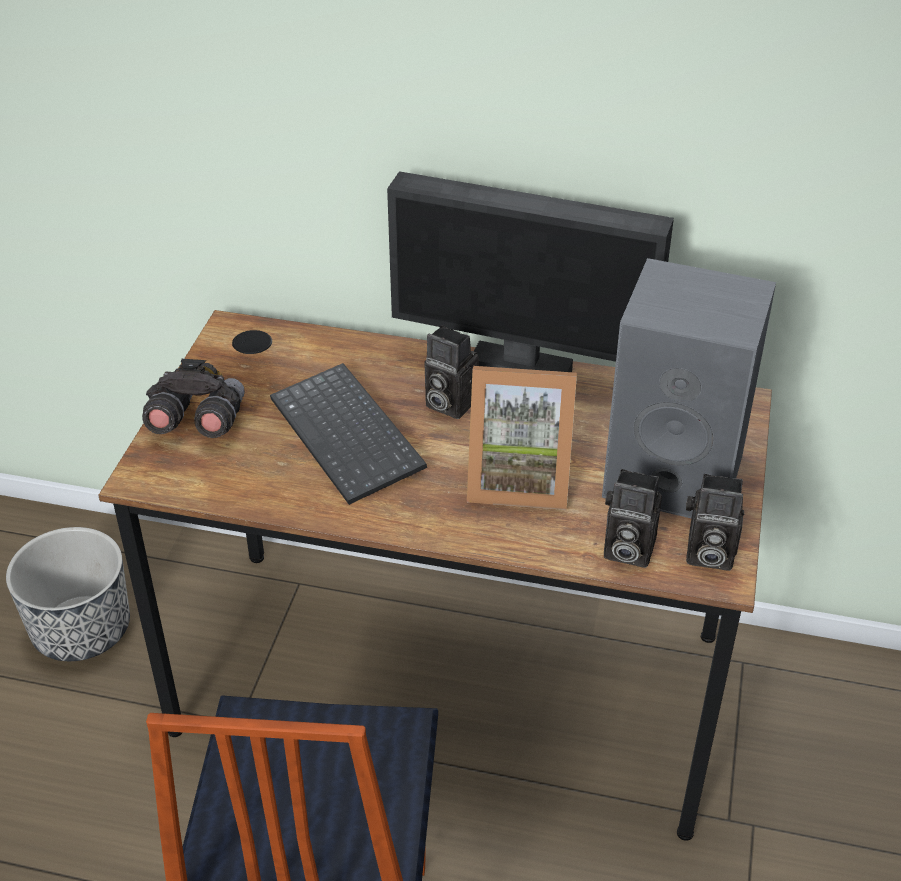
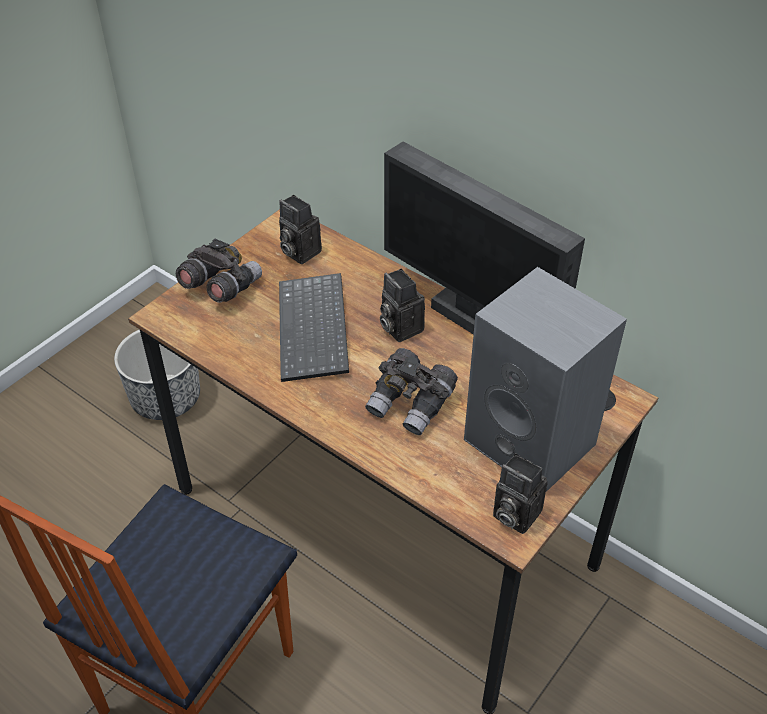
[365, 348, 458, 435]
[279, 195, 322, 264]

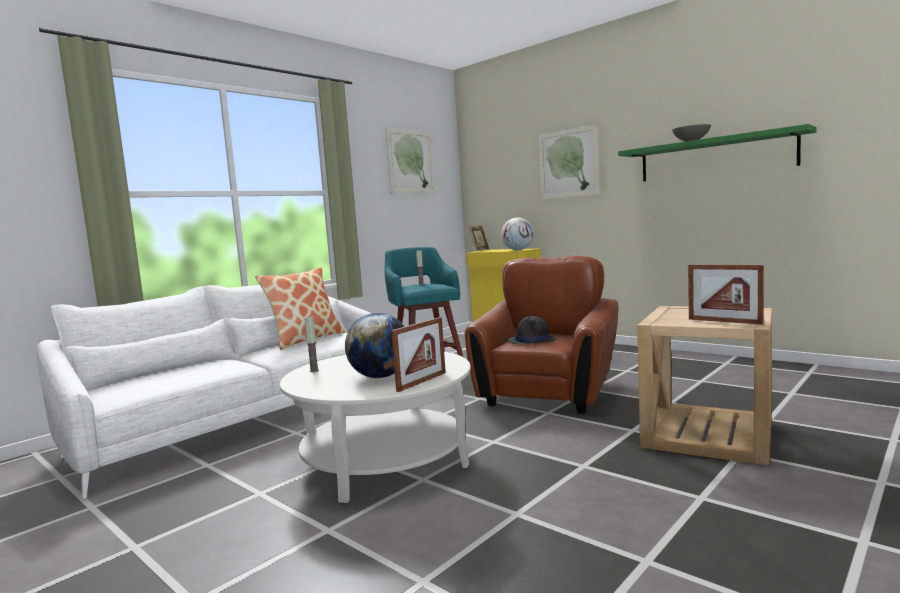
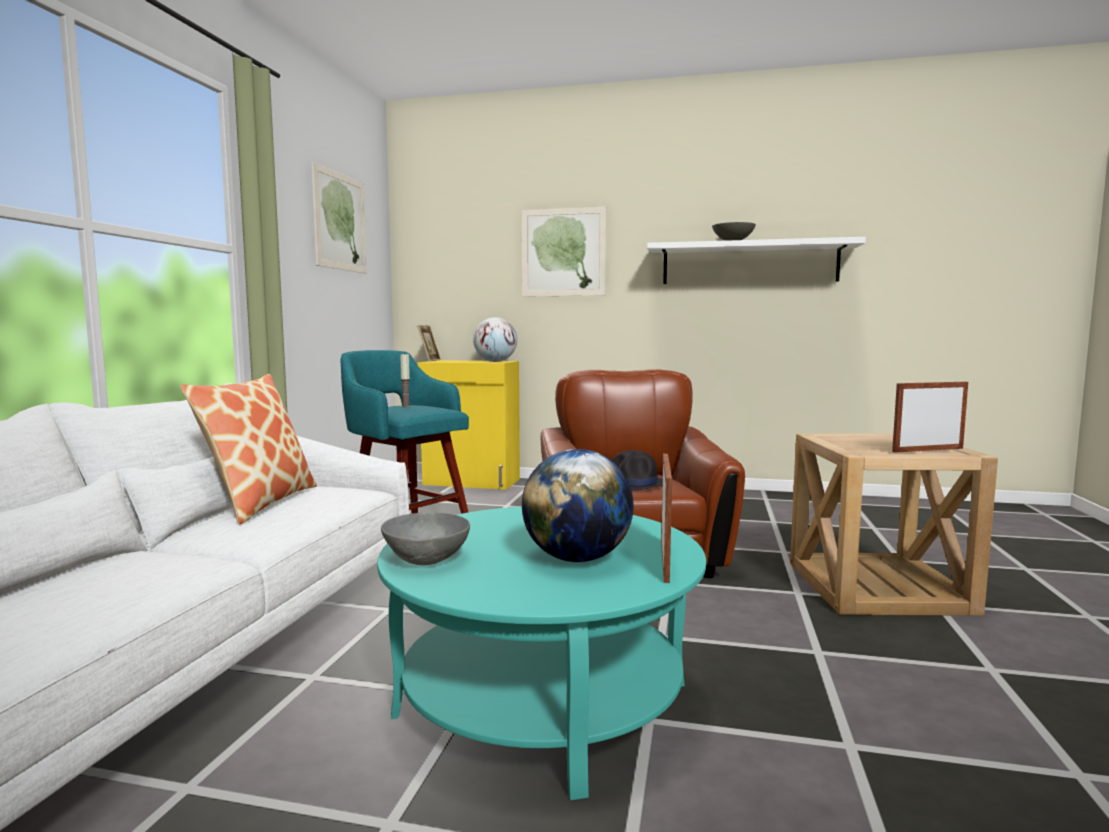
[377, 507, 706, 800]
[381, 512, 470, 565]
[647, 237, 866, 284]
[892, 382, 968, 453]

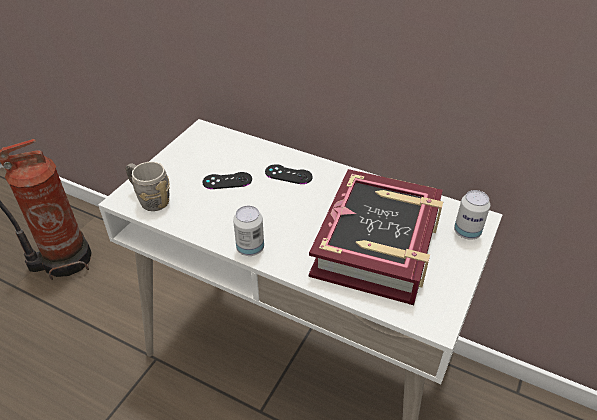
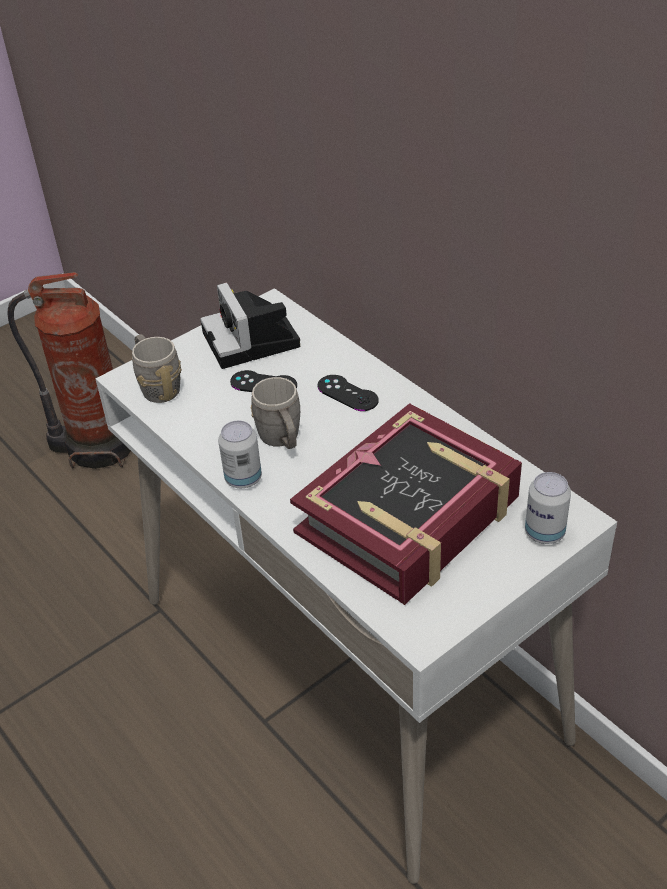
[200, 282, 300, 369]
[250, 377, 300, 449]

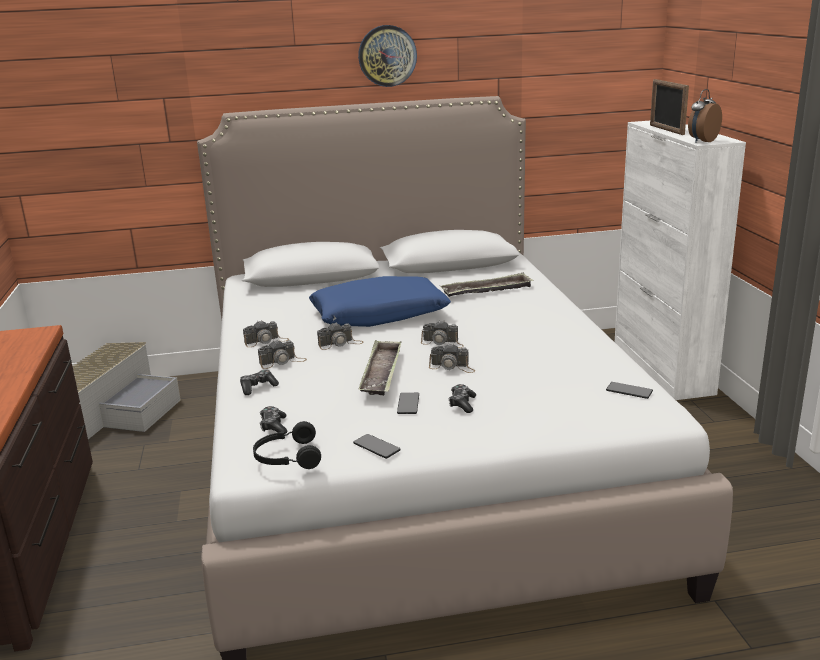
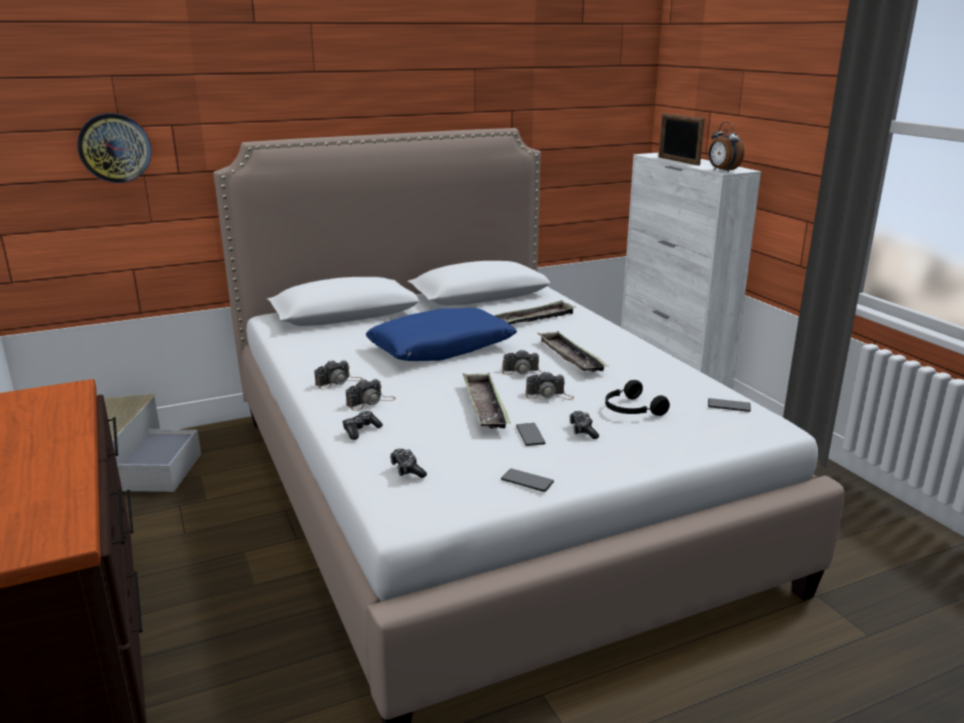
[605, 380, 670, 416]
[317, 323, 364, 350] (first image)
[77, 113, 152, 183]
[708, 122, 744, 172]
[537, 331, 608, 372]

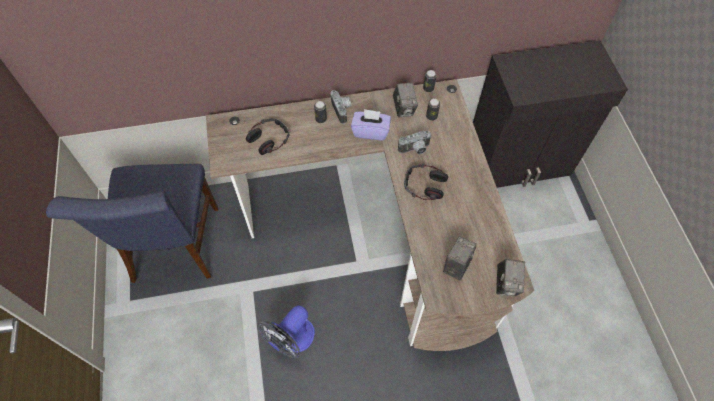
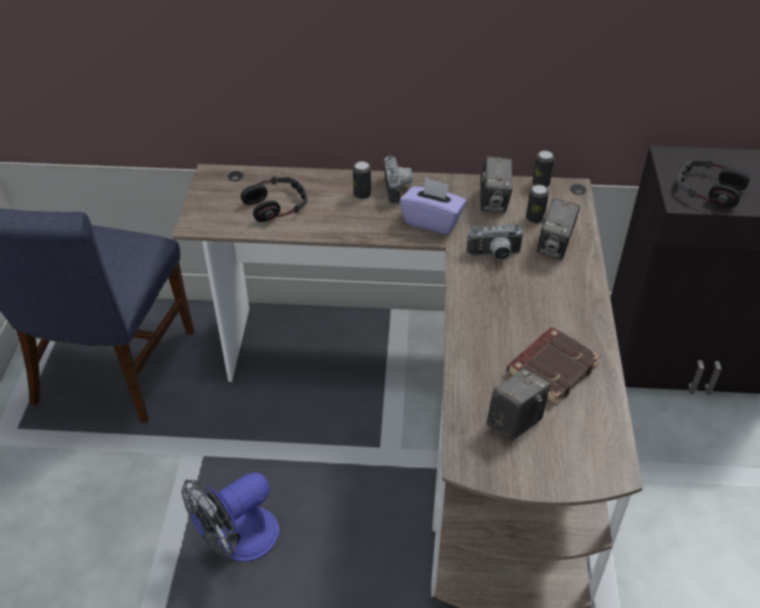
[677, 159, 750, 208]
[537, 198, 580, 259]
[507, 327, 600, 405]

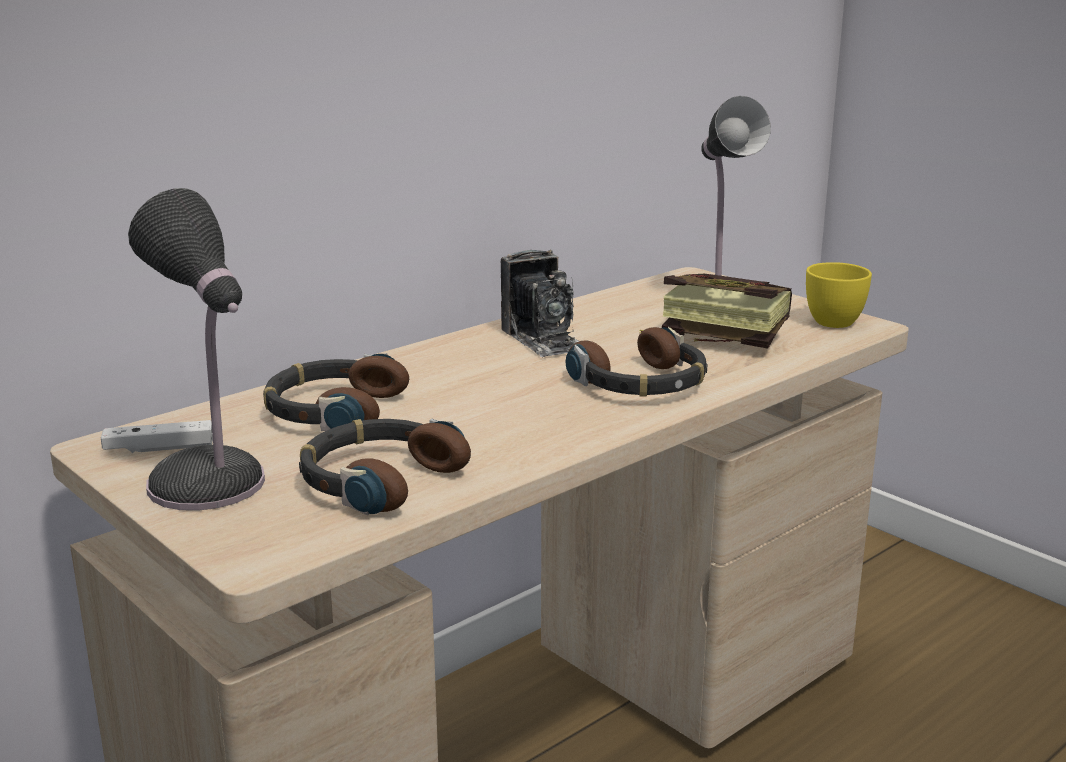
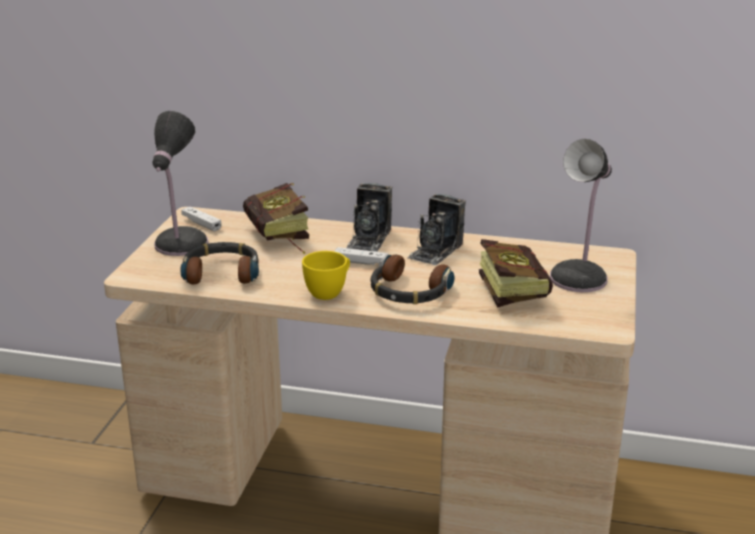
[243, 183, 309, 254]
[302, 251, 350, 300]
[334, 247, 389, 265]
[346, 183, 392, 252]

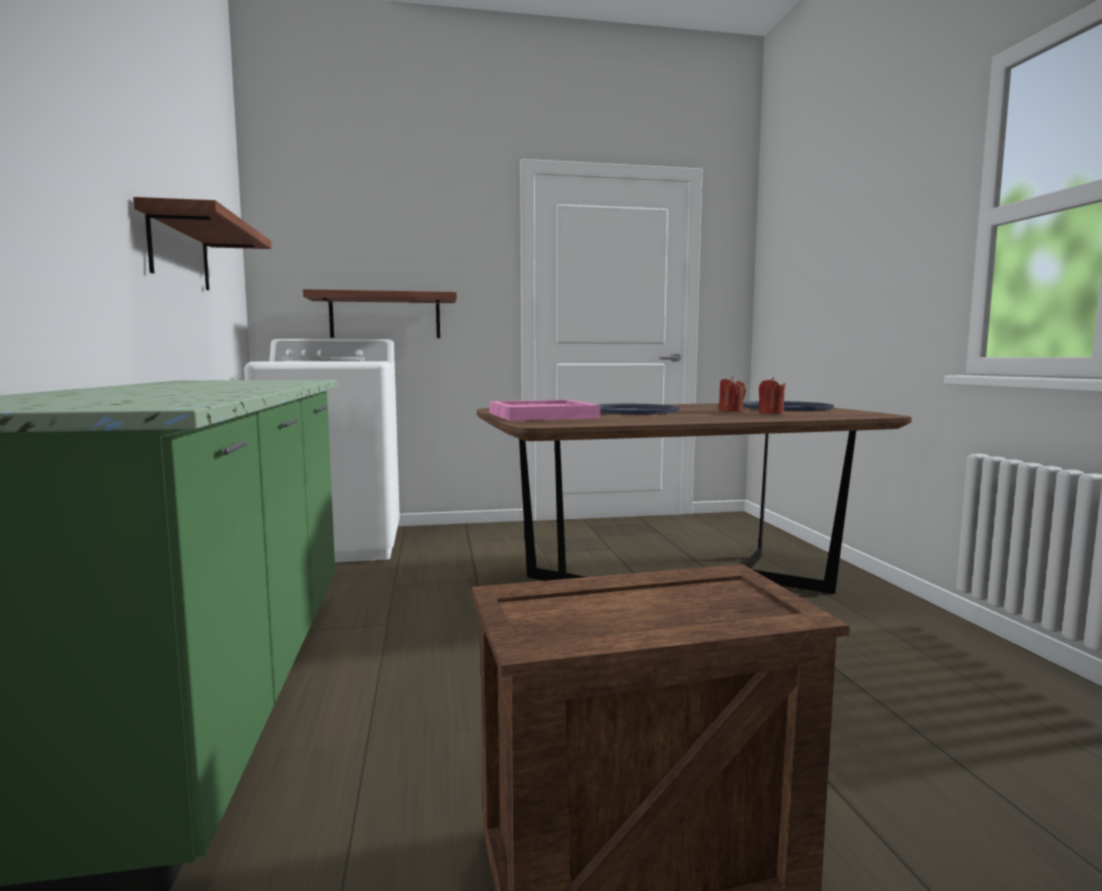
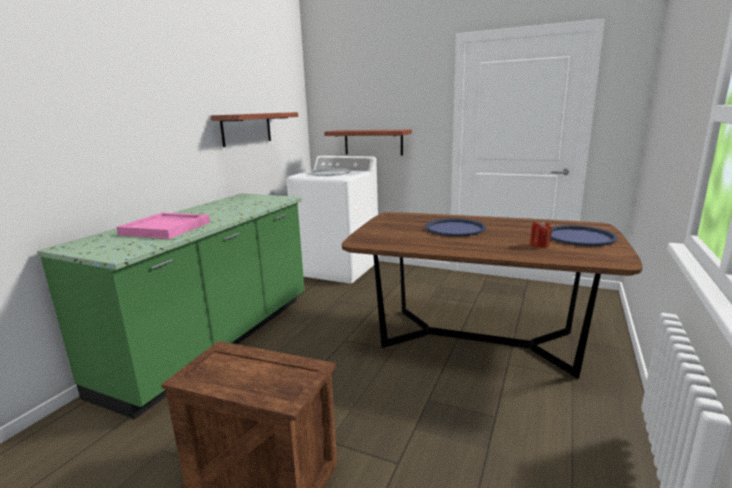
[117, 212, 210, 239]
[719, 376, 746, 412] (first image)

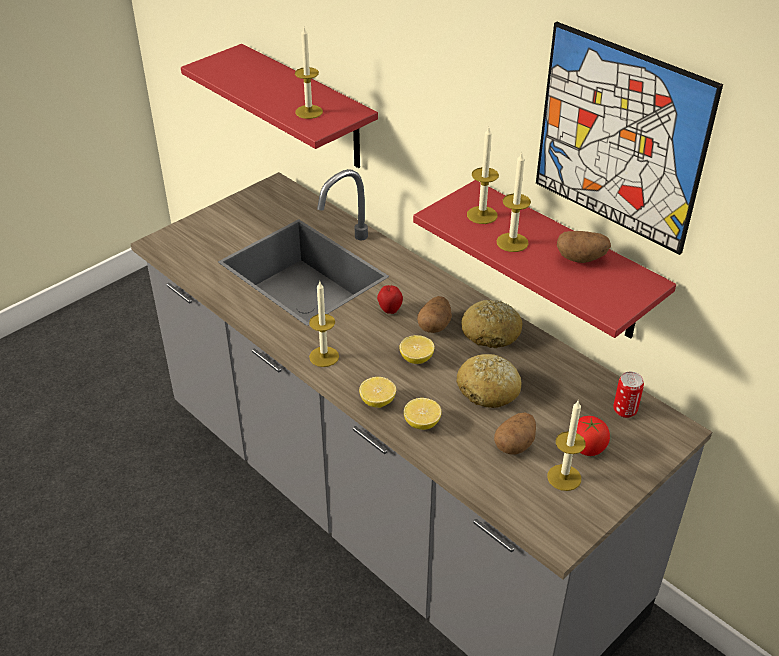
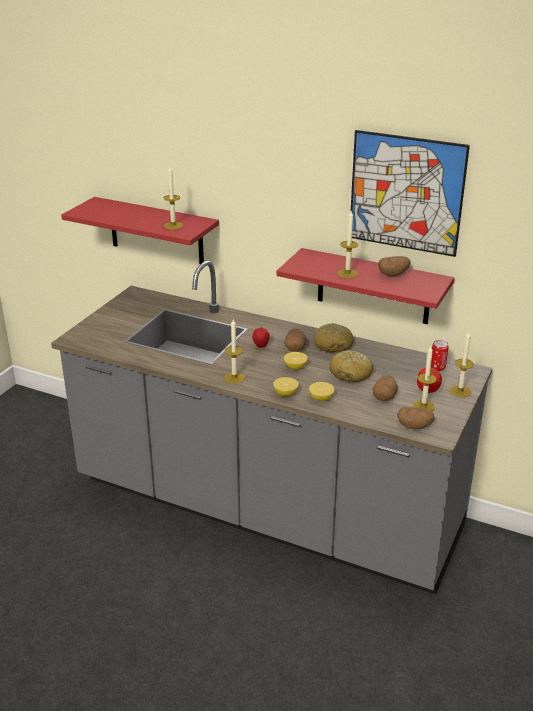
[450, 332, 474, 397]
[397, 407, 435, 430]

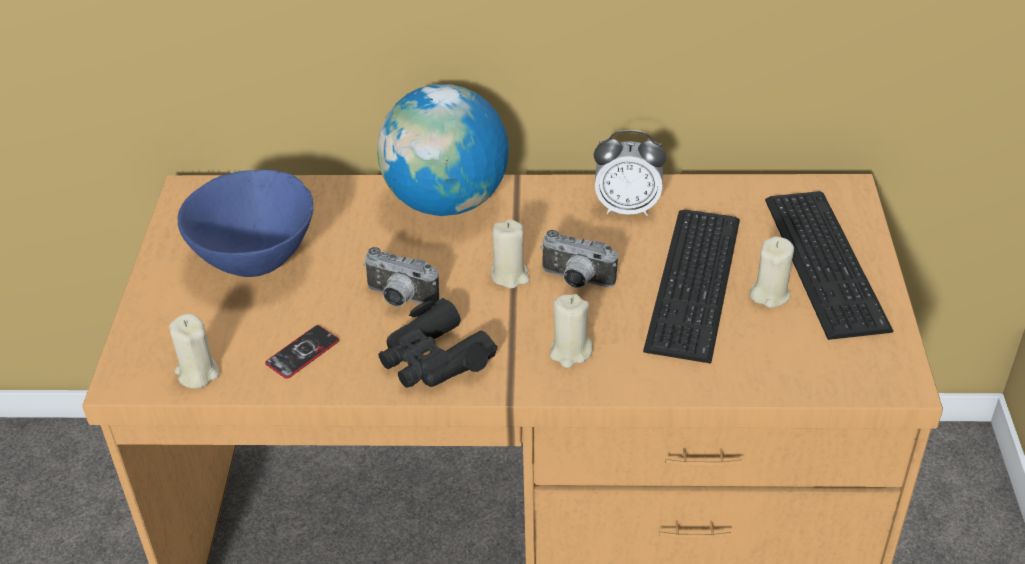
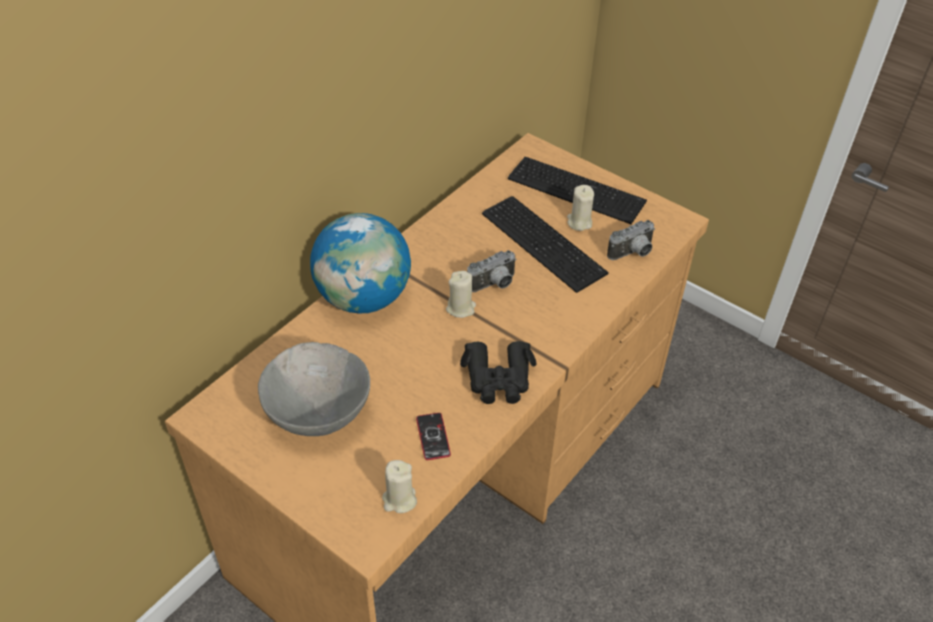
[258, 342, 370, 436]
[607, 220, 655, 260]
[550, 294, 593, 368] (first image)
[594, 130, 667, 216] (first image)

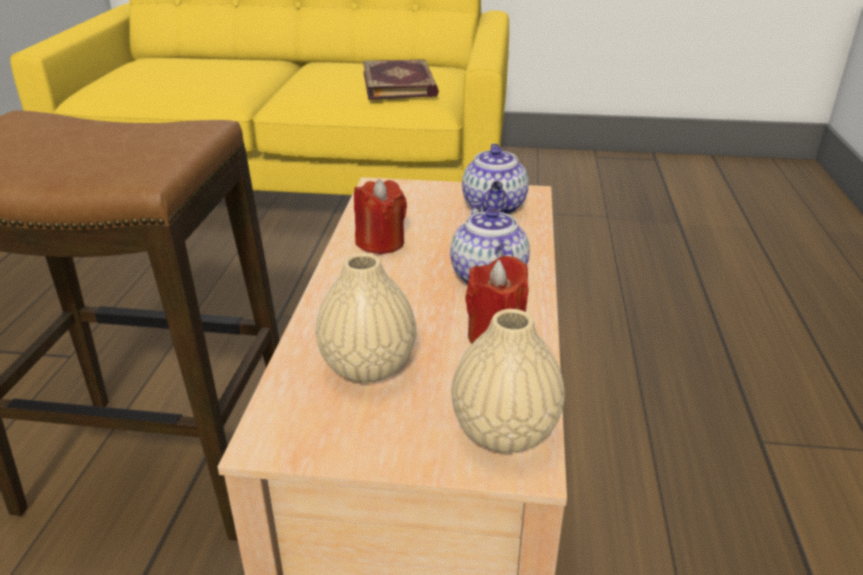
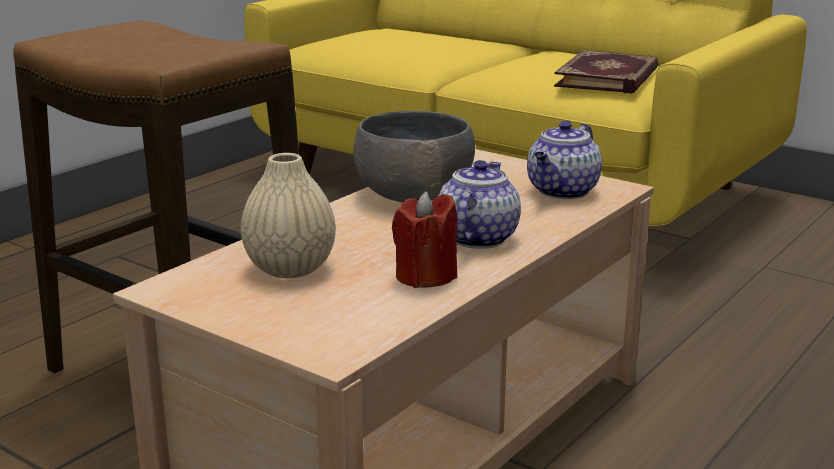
[354, 111, 475, 203]
[452, 309, 565, 453] (first image)

